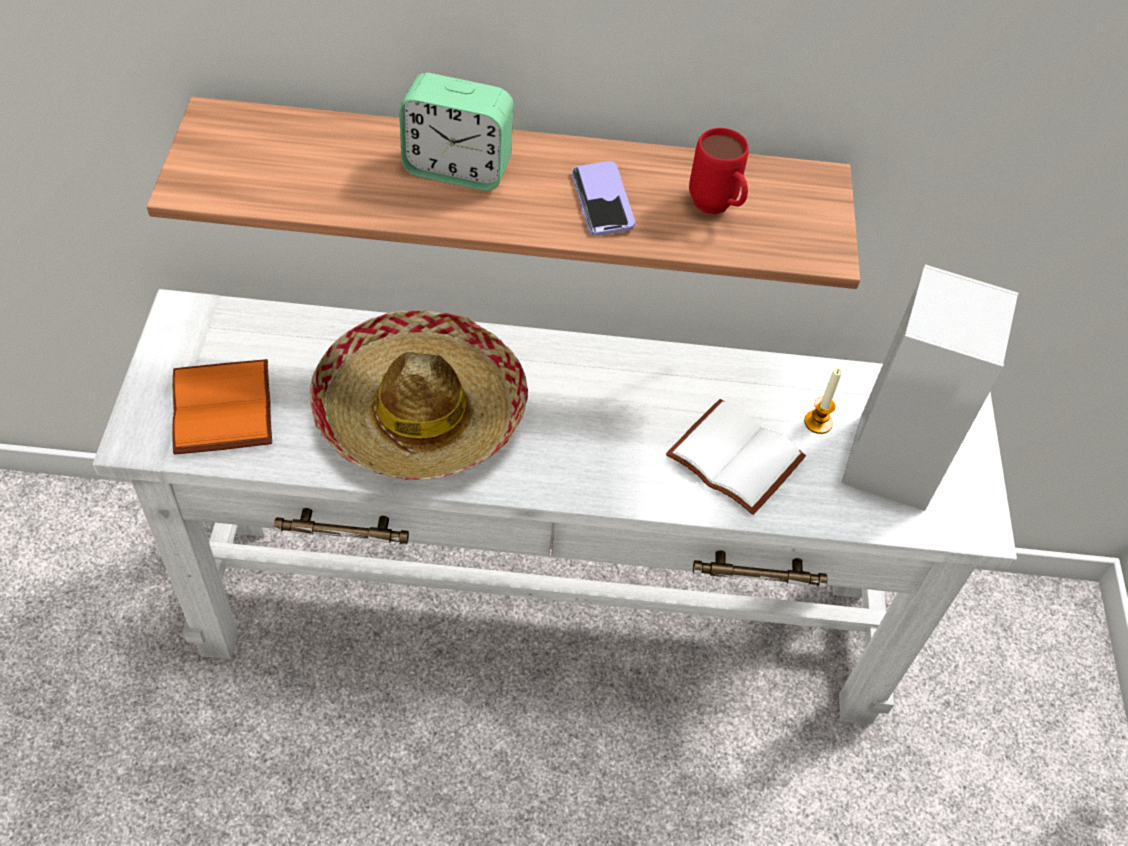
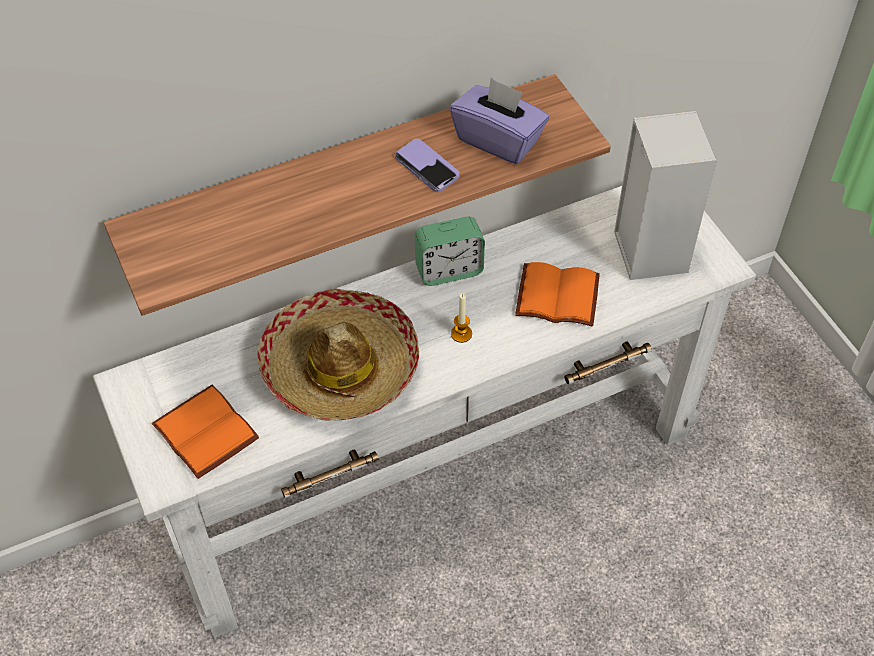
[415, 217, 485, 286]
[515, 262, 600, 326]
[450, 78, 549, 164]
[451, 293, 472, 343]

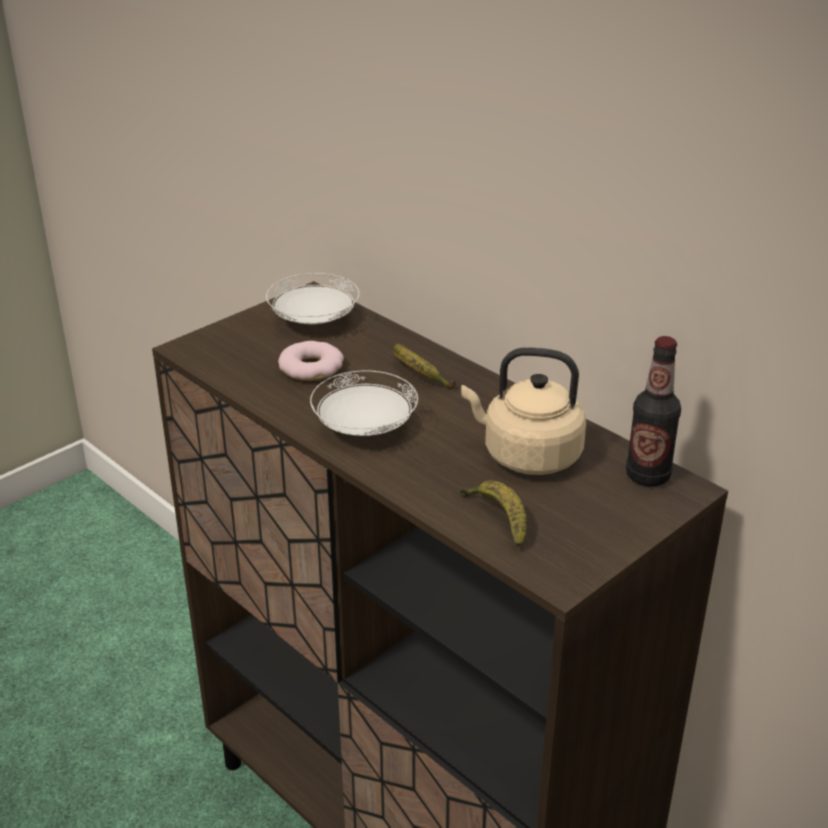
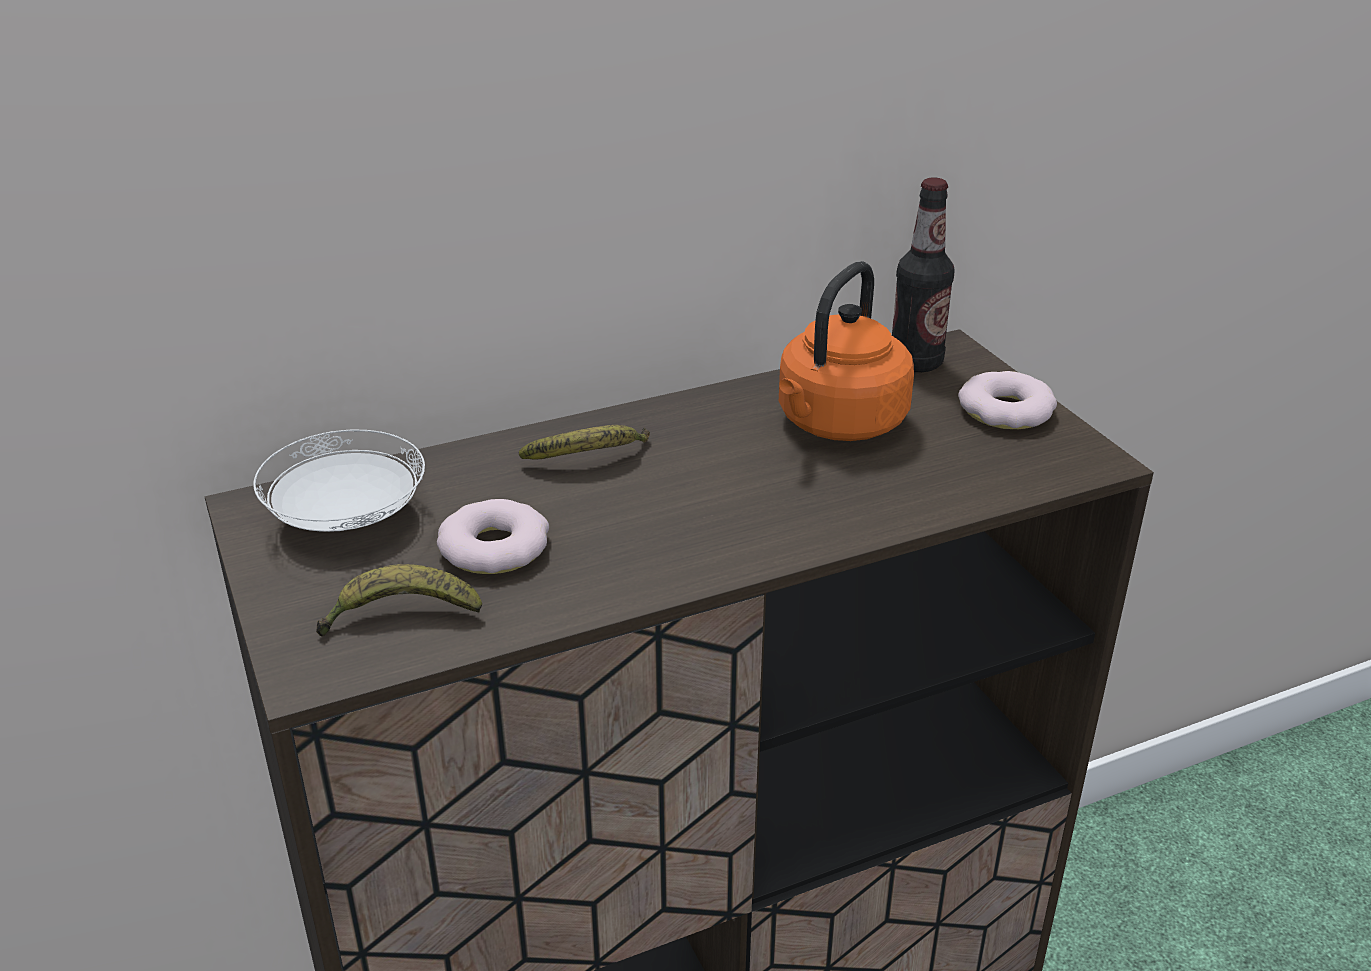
[310, 370, 418, 436] (first image)
[316, 564, 482, 636]
[779, 261, 914, 441]
[958, 371, 1057, 429]

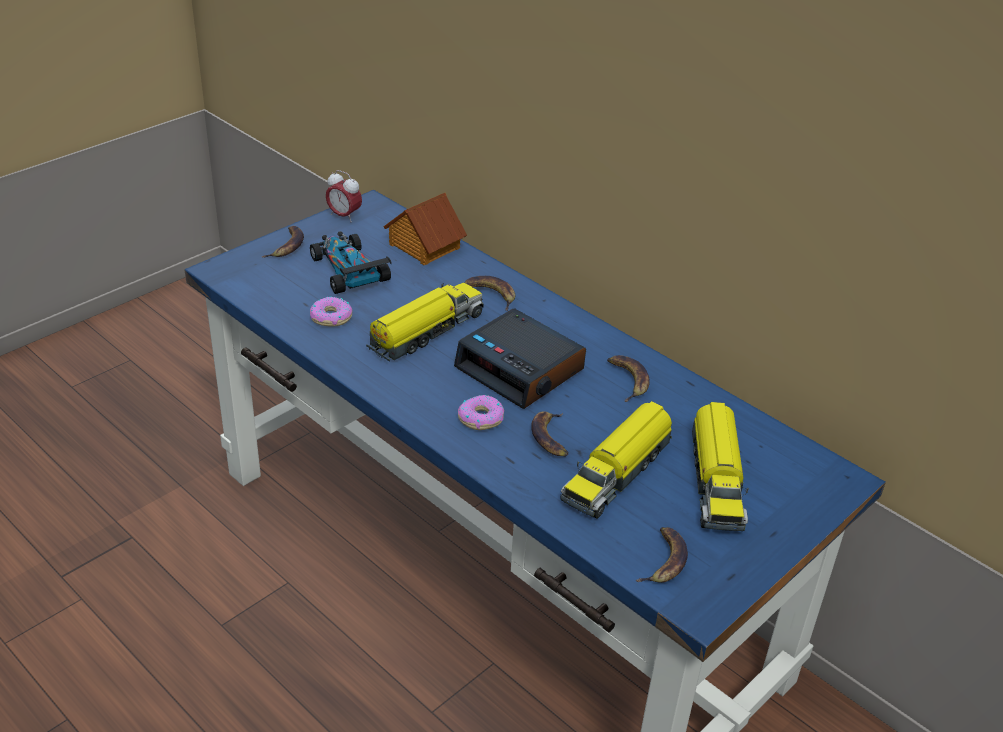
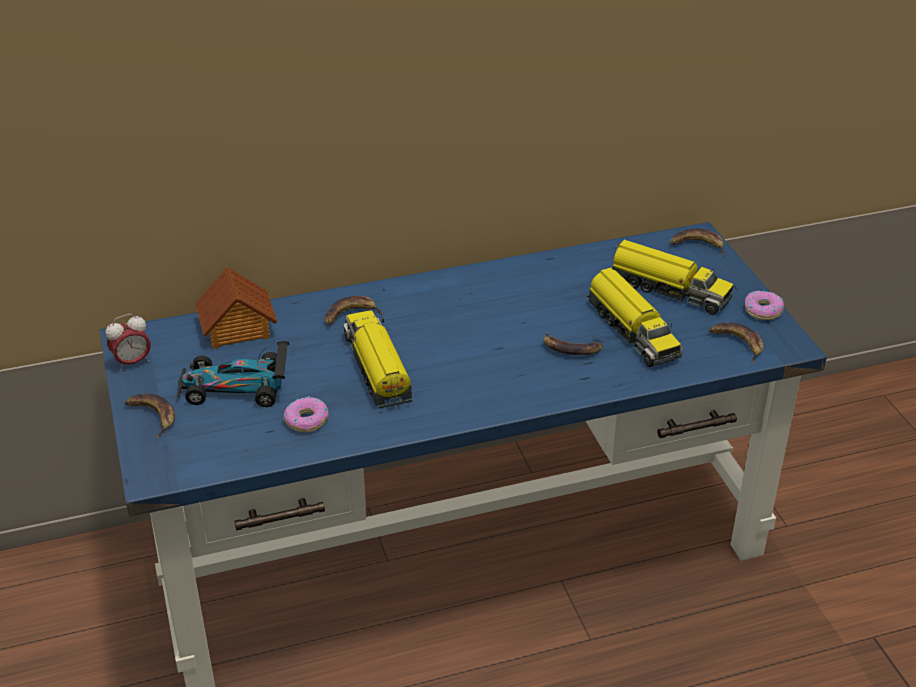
[454, 308, 586, 409] (first image)
[745, 291, 784, 320]
[670, 228, 725, 255]

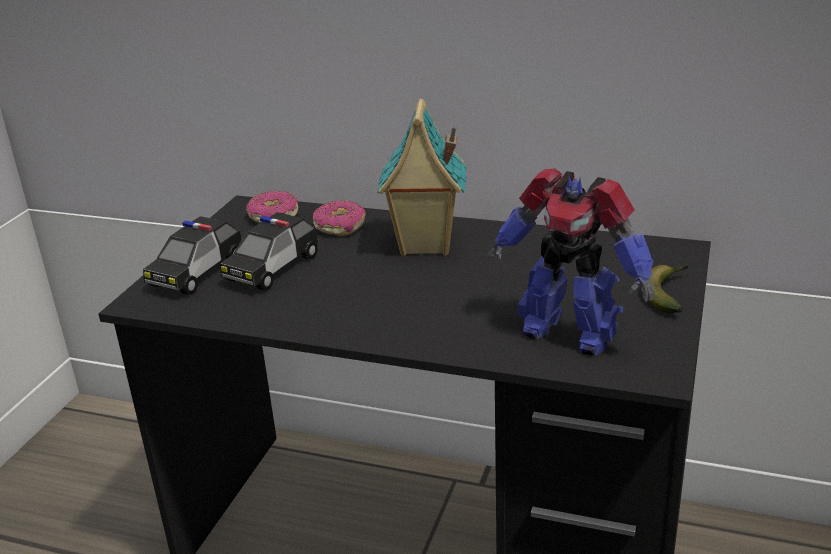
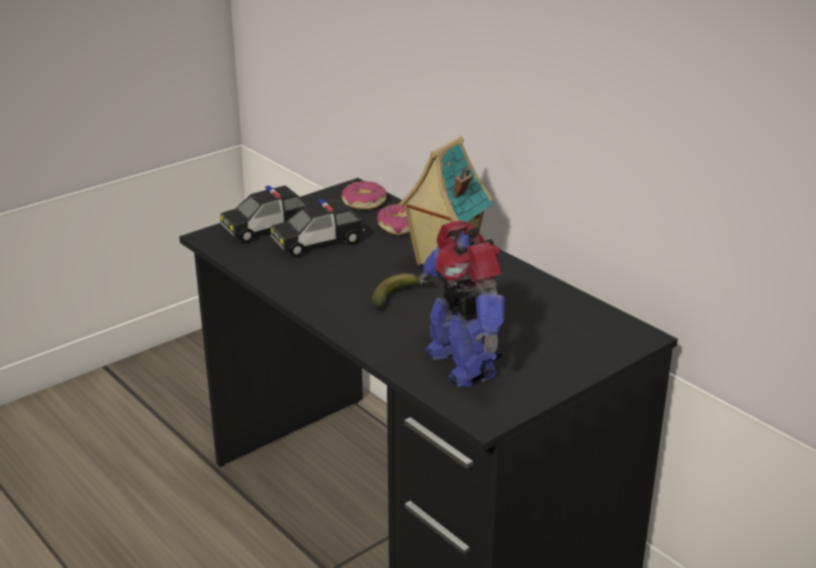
[372, 273, 433, 309]

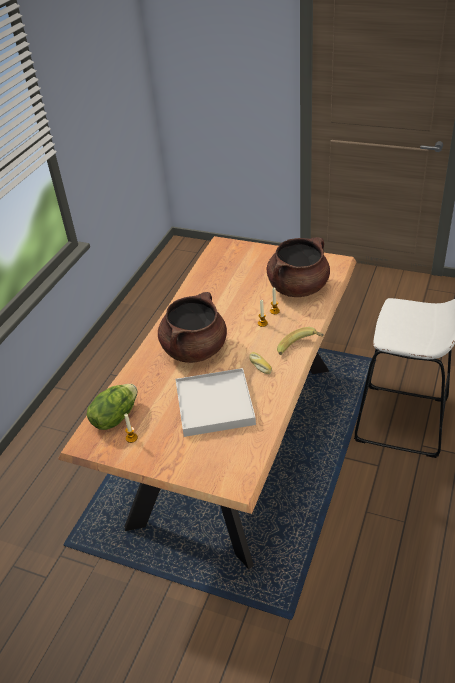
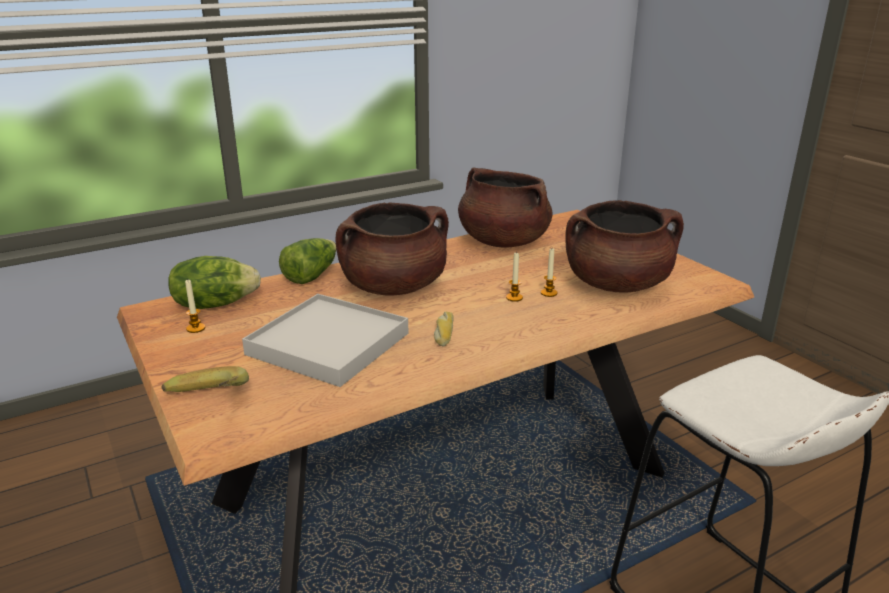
[161, 366, 249, 392]
[279, 238, 337, 284]
[458, 167, 553, 248]

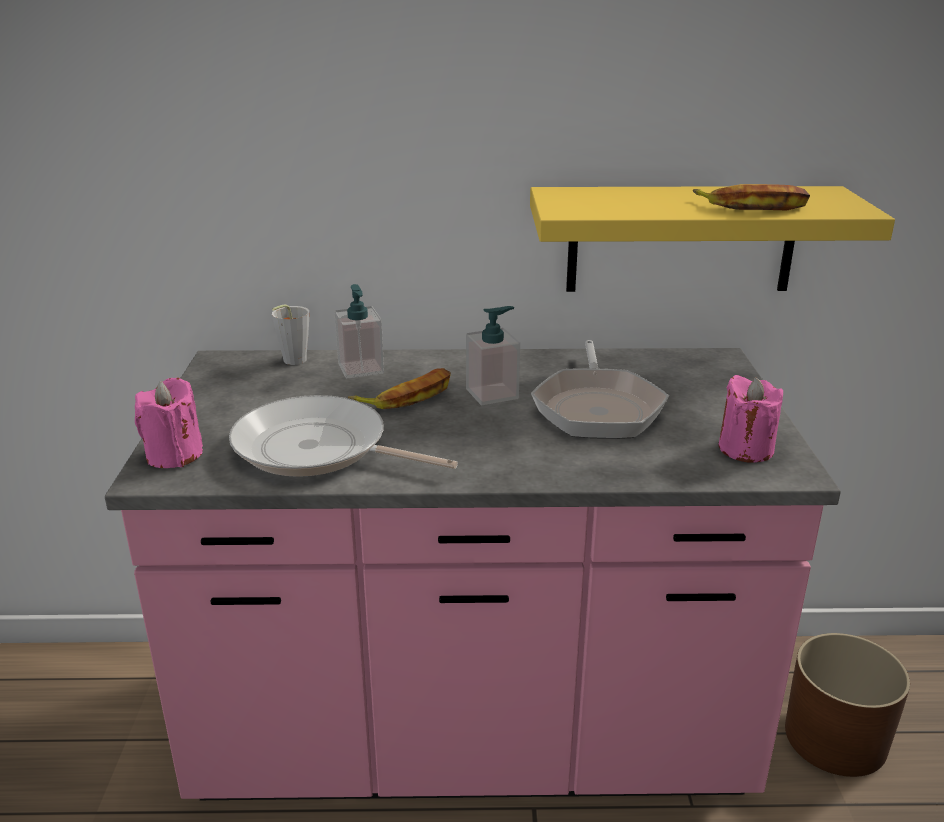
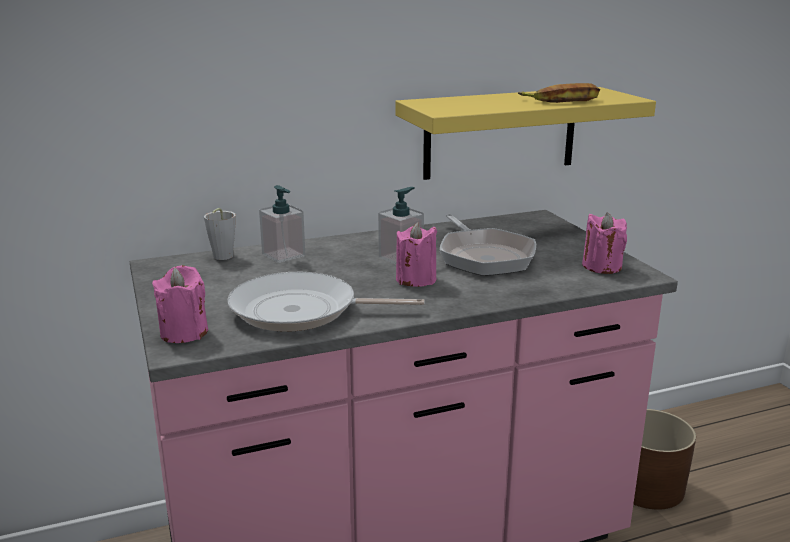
[348, 368, 451, 409] (first image)
[396, 222, 437, 287]

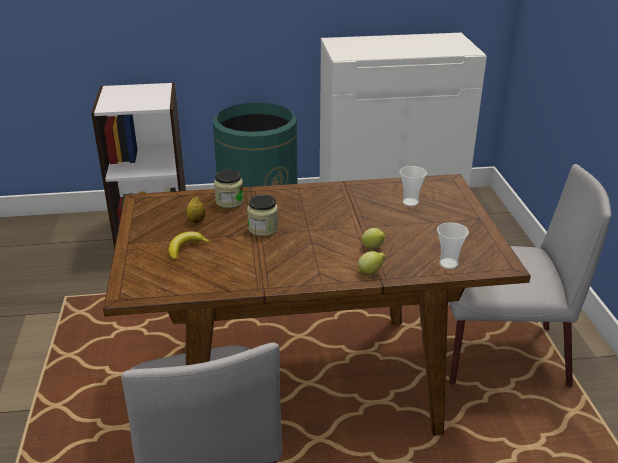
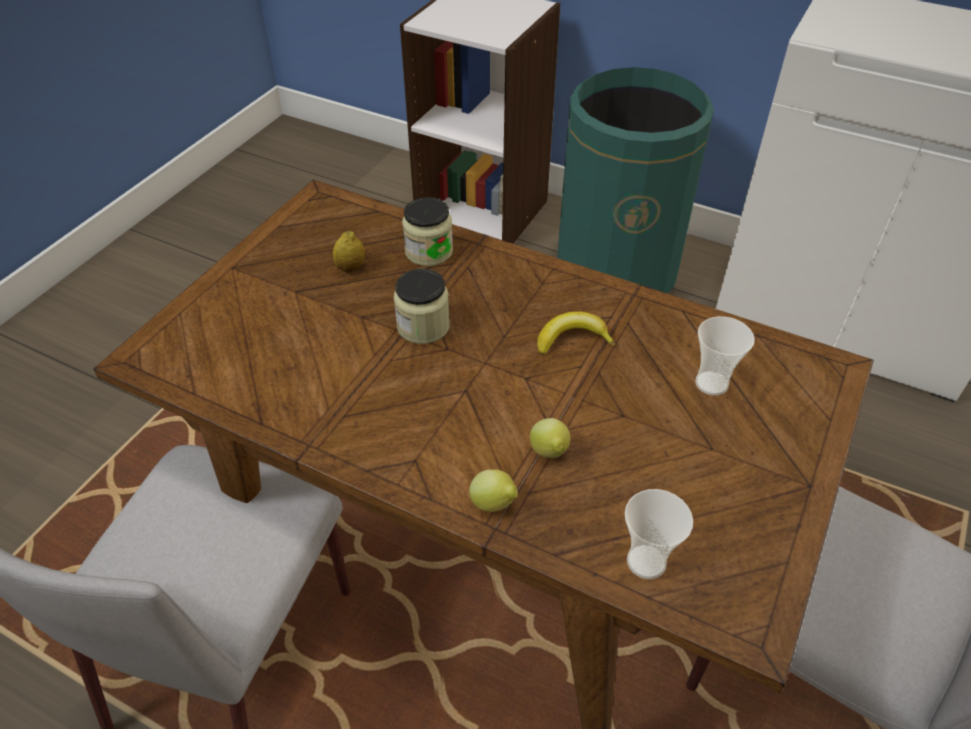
[537, 311, 615, 355]

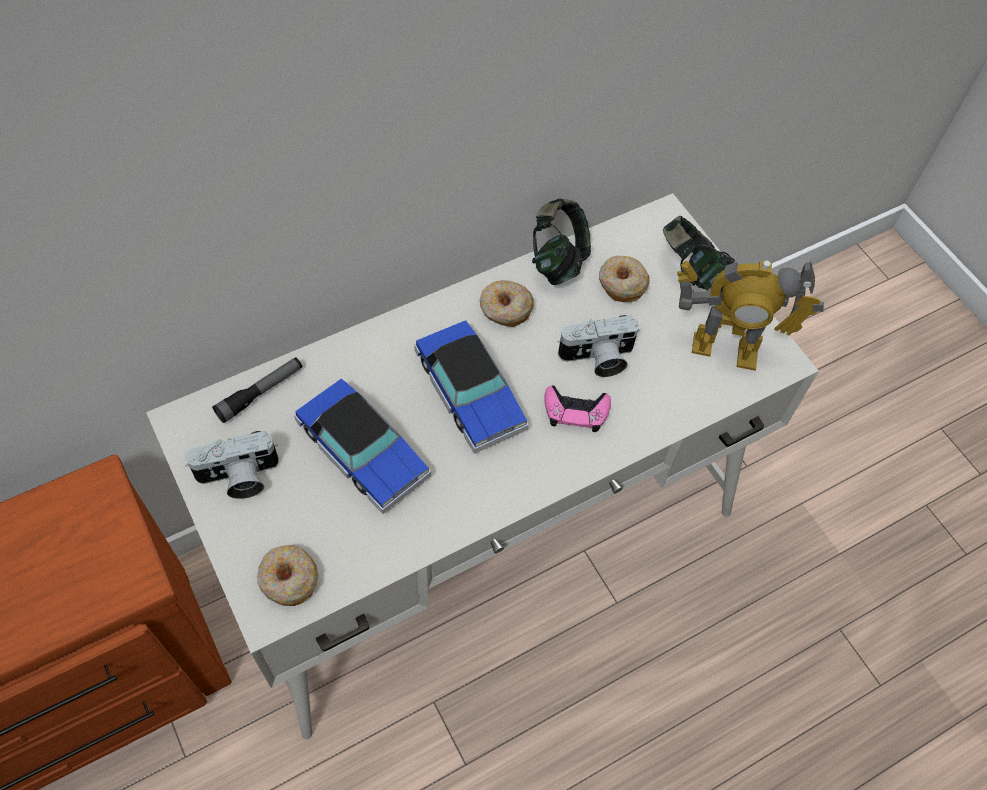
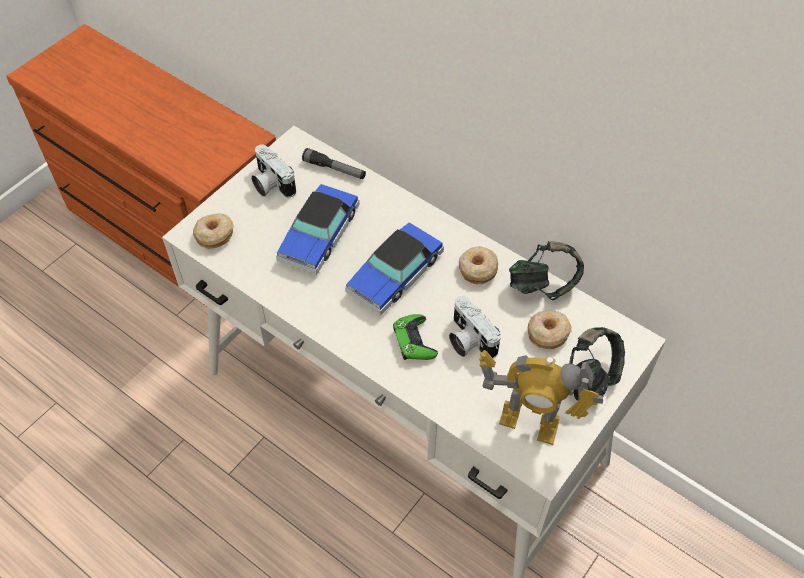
[393, 314, 438, 360]
[479, 350, 603, 445]

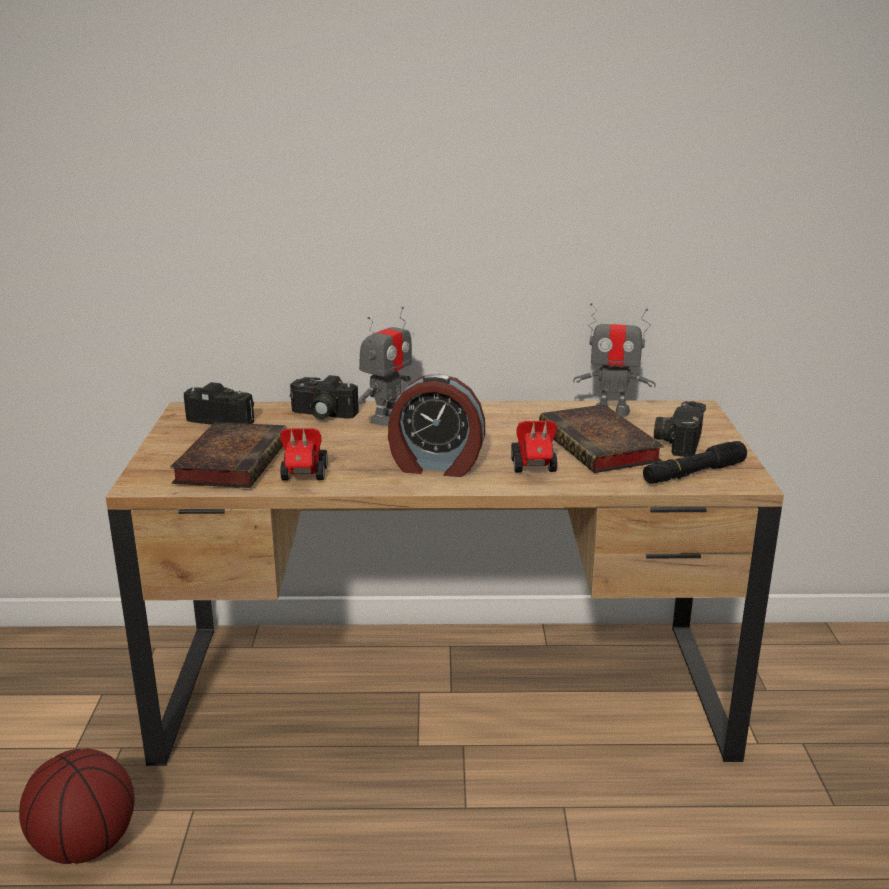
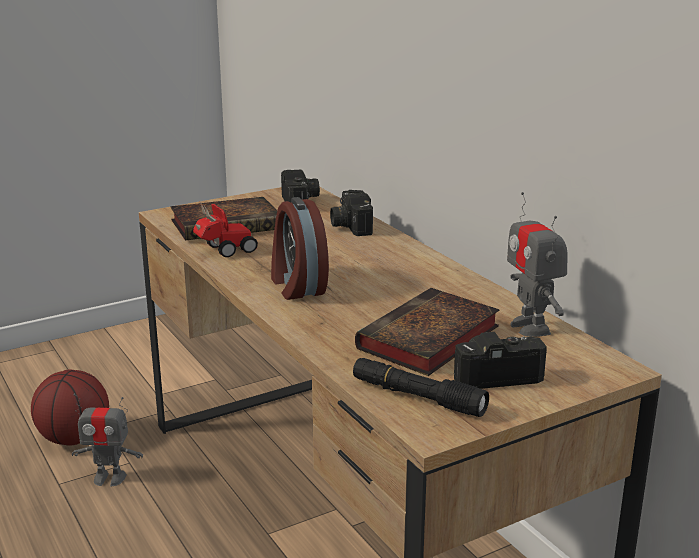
[72, 393, 143, 486]
[511, 421, 557, 473] (first image)

